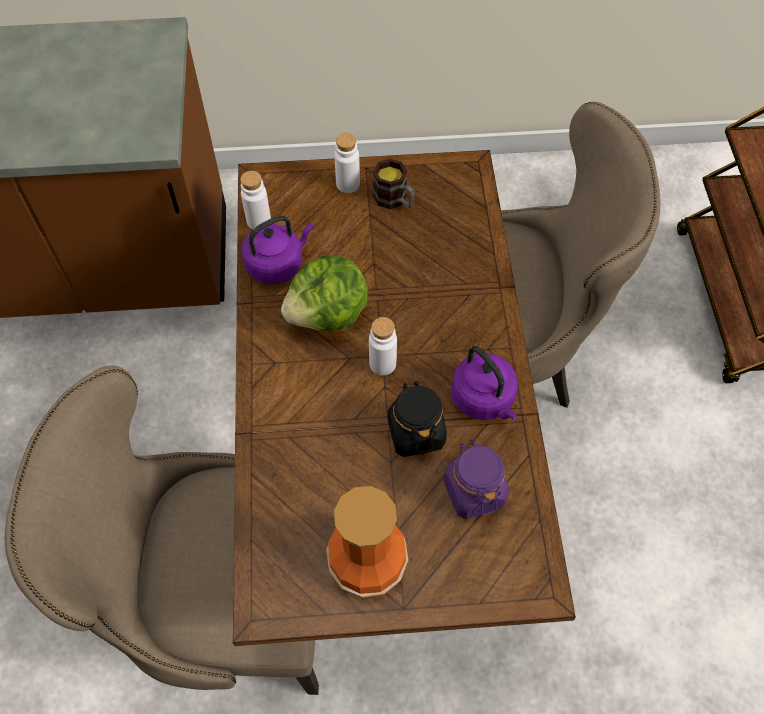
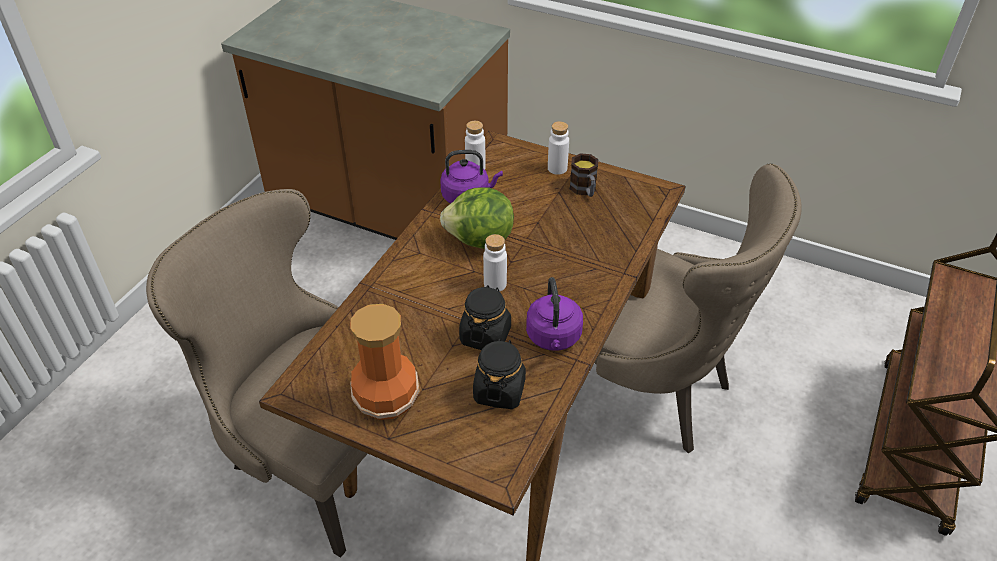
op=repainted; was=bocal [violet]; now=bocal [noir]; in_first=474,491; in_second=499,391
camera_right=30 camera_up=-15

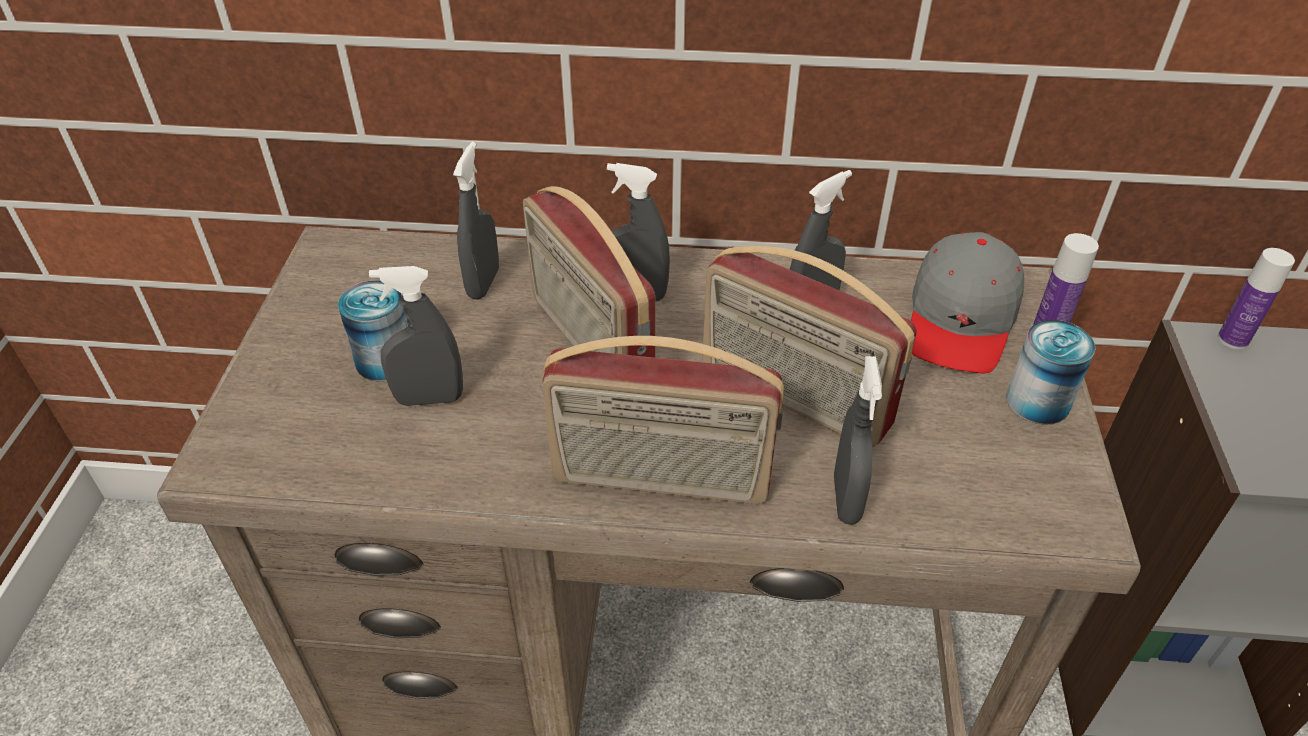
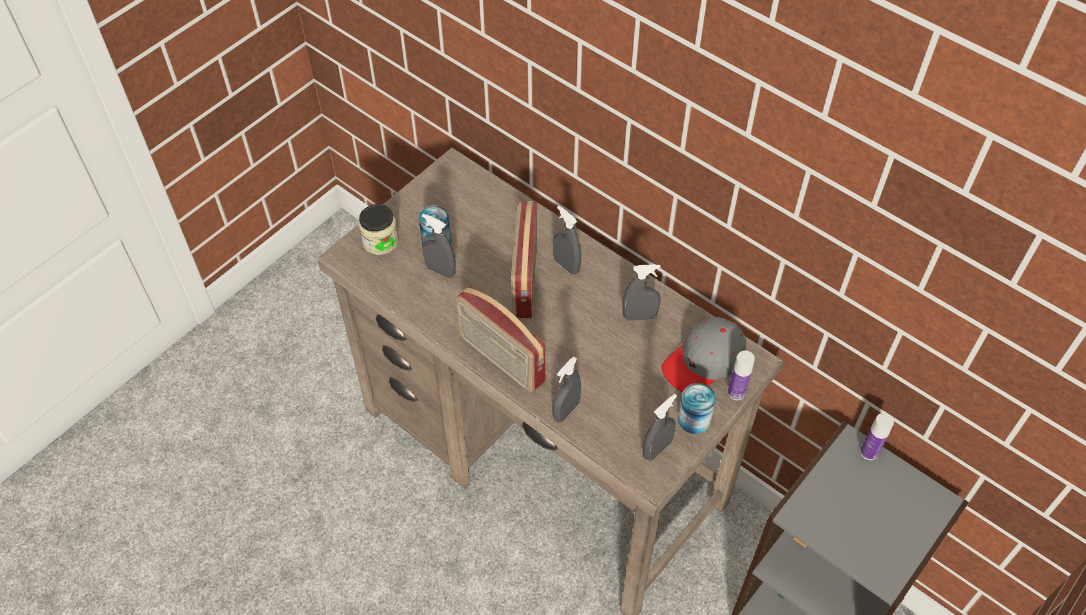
op=new; now=bocal; in_second=380,241
op=shifted; was=vaporisateur [gris]; in_first=483,283; in_second=657,449
op=gone; was=radio; in_first=792,398
camera_right=35 camera_up=10

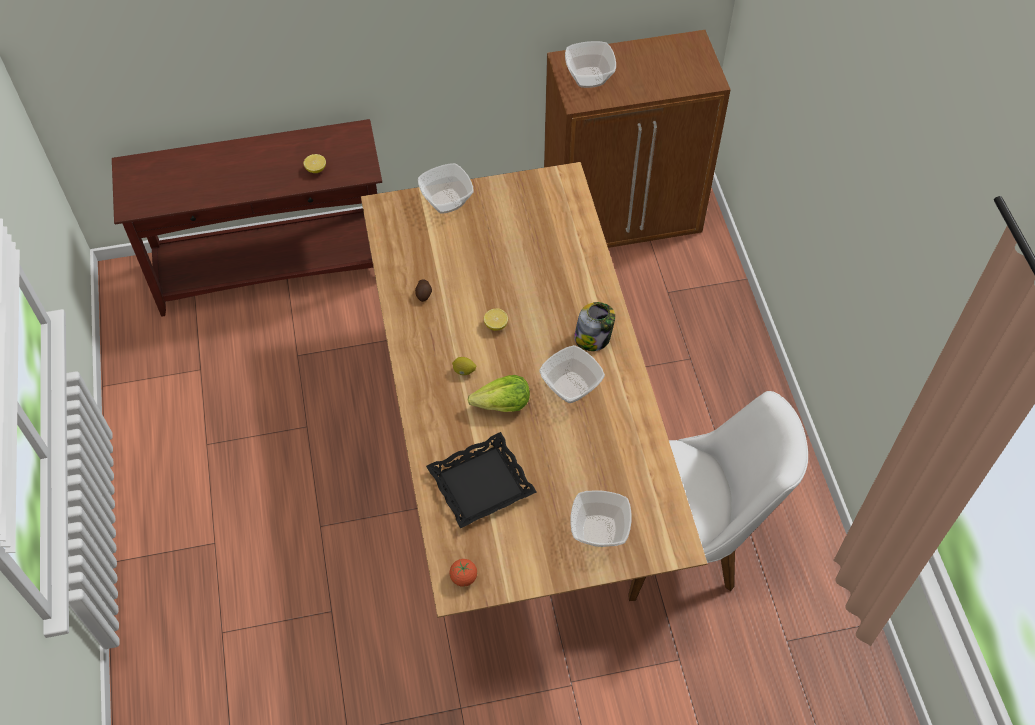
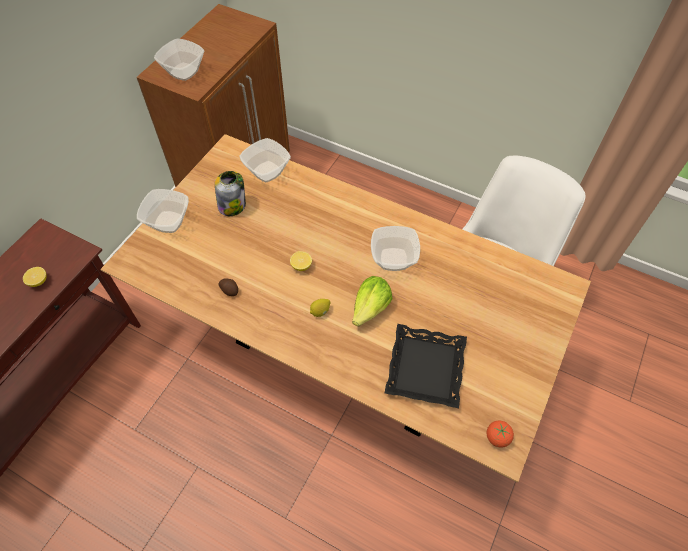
op=shifted; was=bocal; in_first=593,338; in_second=232,205
op=shifted; was=bol; in_first=598,530; in_second=266,171
camera_right=-50 camera_up=0

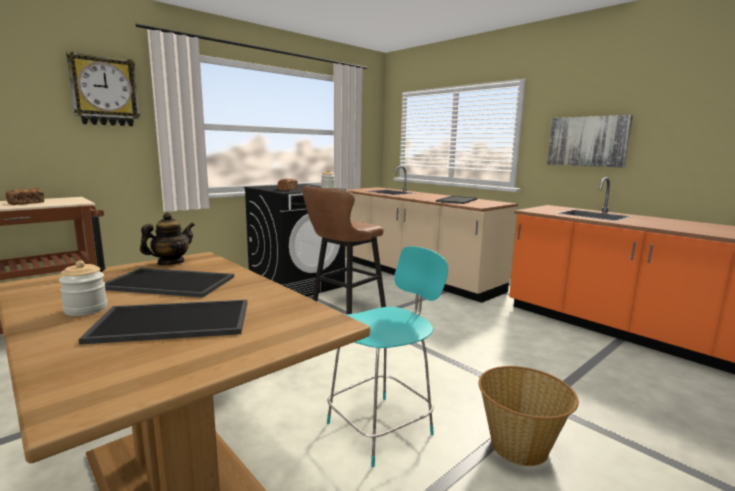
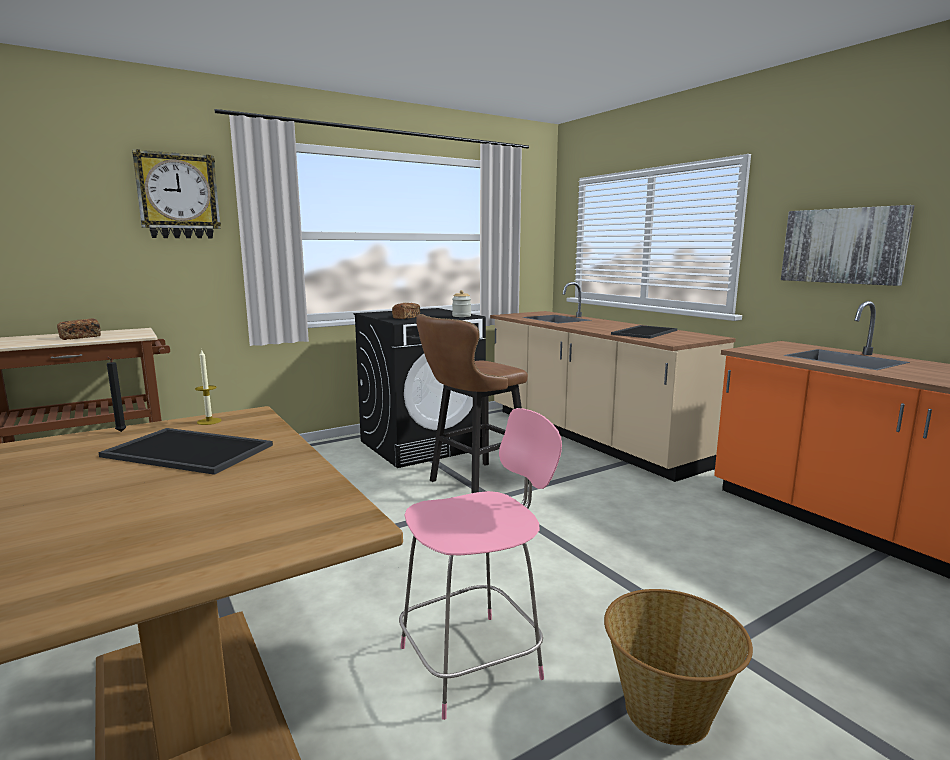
op=swapped; was=théière; now=bougie; in_first=170,263; in_second=209,421
op=repainted; was=chaise [turquoise]; now=chaise [rose]; in_first=382,427; in_second=475,661
op=gone; was=bocal; in_first=86,309
op=gone; was=plateau; in_first=171,322
camera_right=10 camera_up=0

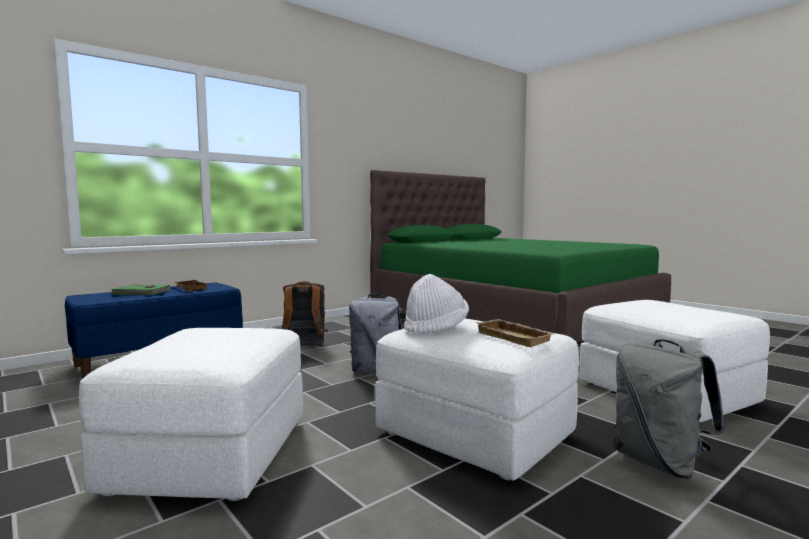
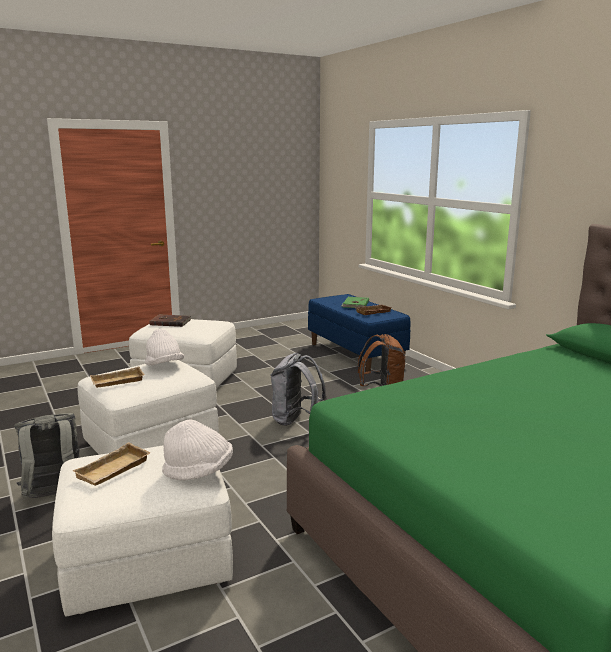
op=new; now=plateau [beige]; in_second=113,470
op=new; now=livre [marron]; in_second=170,322
op=new; now=chapeau [blanc]; in_second=199,471
camera_right=100 camera_up=10

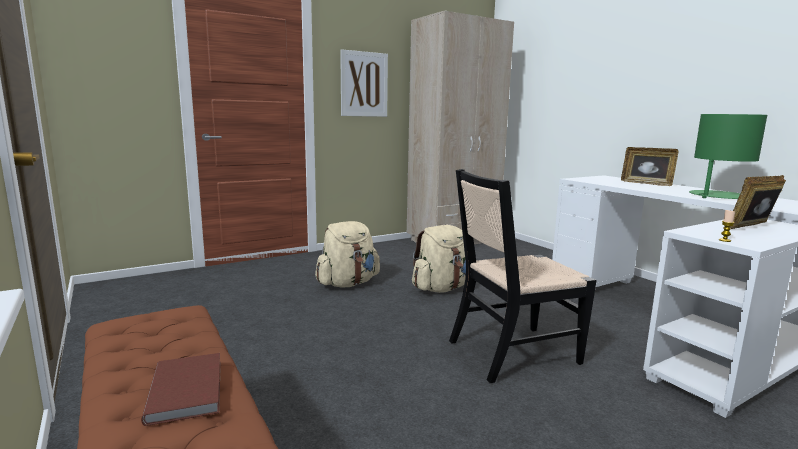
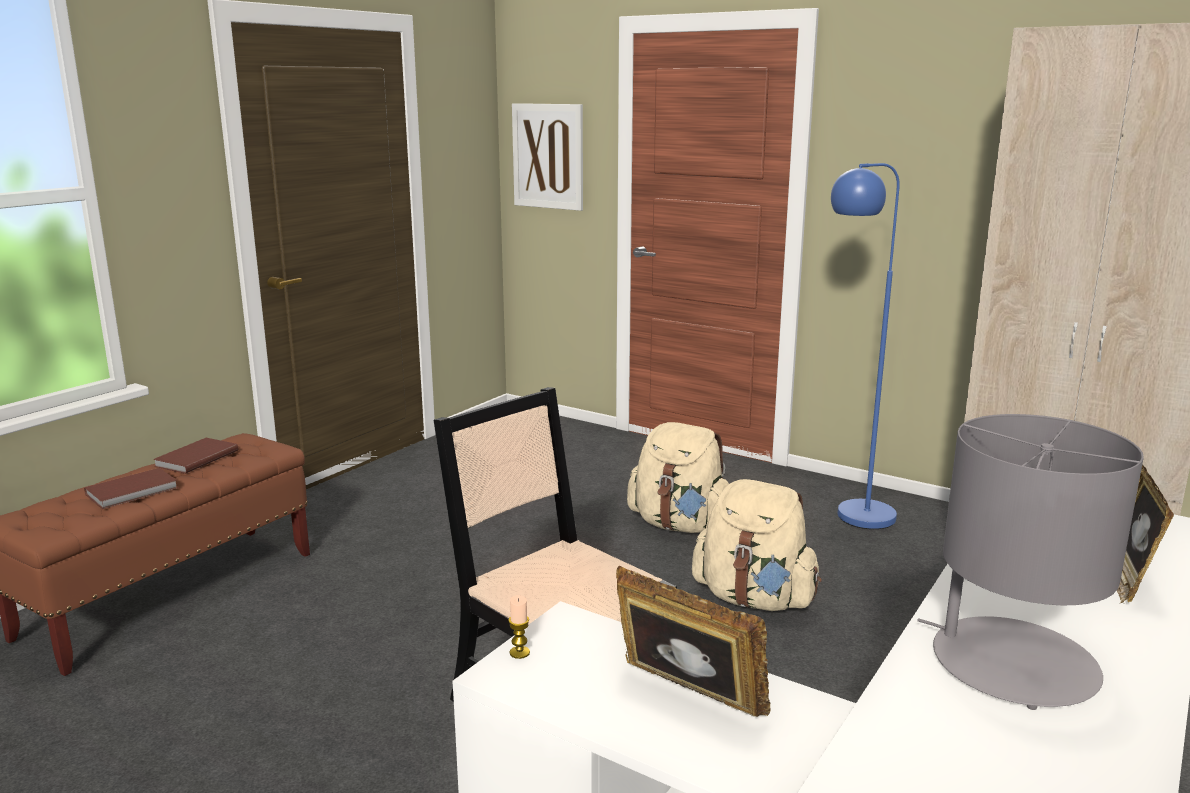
op=new; now=livre [marron]; in_second=195,458
op=shifted; was=tableau; in_first=364,84; in_second=548,156
op=new; now=lampadaire [bleu]; in_second=852,521
op=repainted; was=lampe de table [vert]; now=lampe de table [gris]; in_first=718,196; in_second=1011,663
camera_right=65 camera_up=5

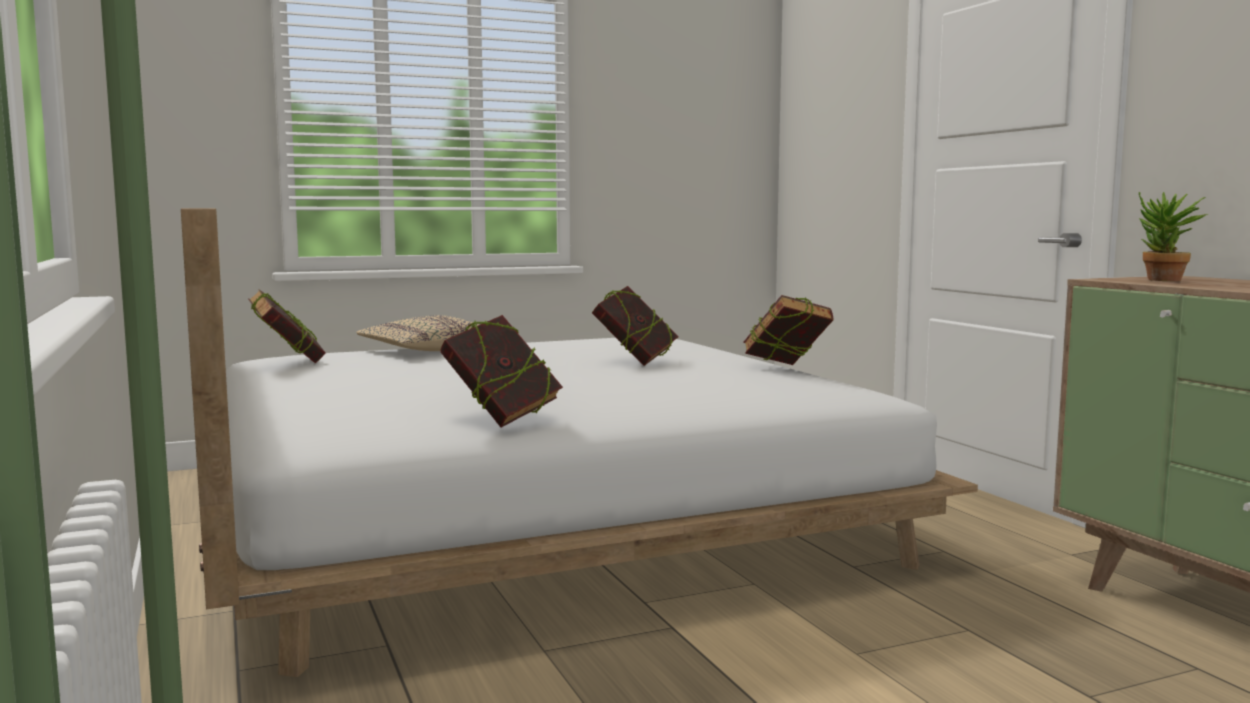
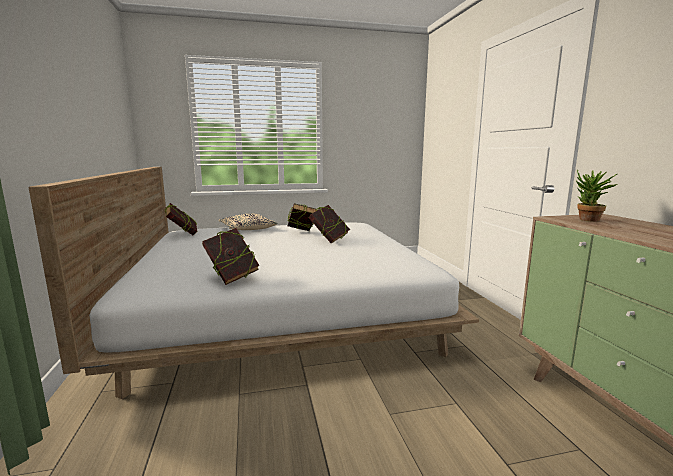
op=shifted; was=livre; in_first=786,369; in_second=302,233
camera_right=10 camera_up=5

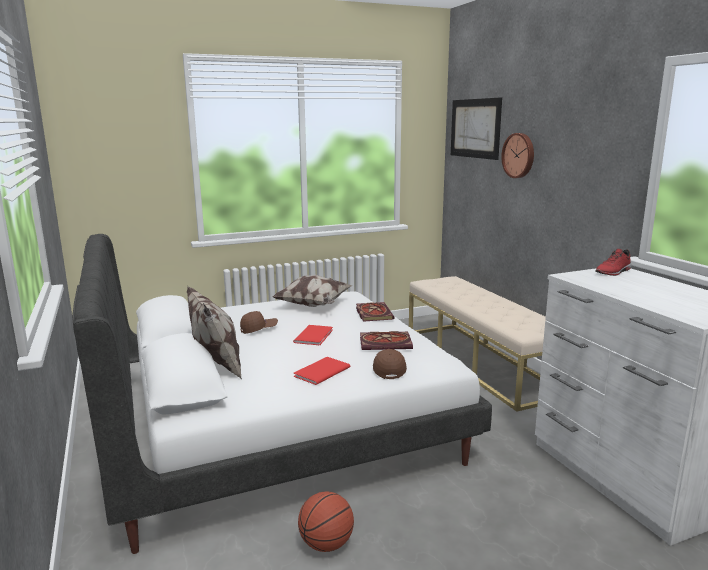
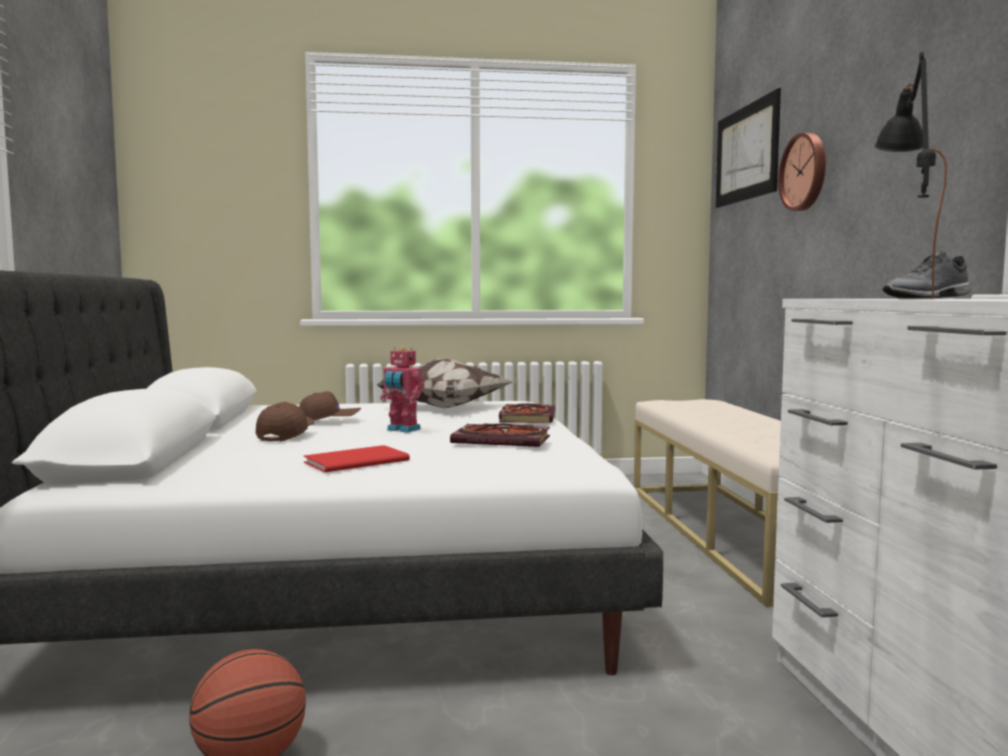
op=shifted; was=casquette [marron]; in_first=388,370; in_second=286,435
op=swapped; was=livre [rouge]; now=robot jouet; in_first=315,335; in_second=402,430
op=new; now=lampe de table [noir]; in_second=900,298
op=repainted; was=chaussure [rouge]; now=chaussure [gris]; in_first=614,272; in_second=928,298
op=gone; was=coussin; in_first=217,367
camera_right=15 camera_up=-10

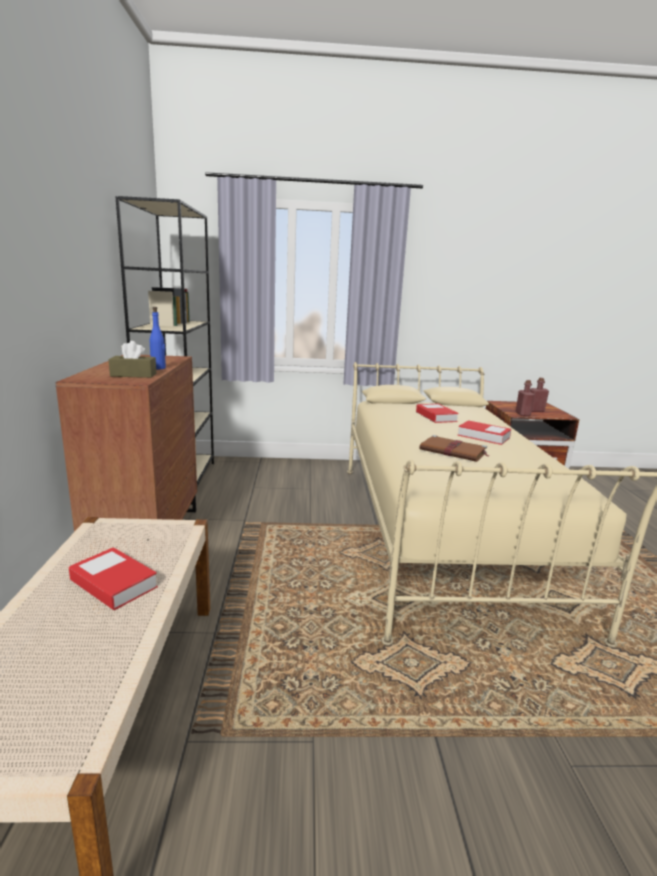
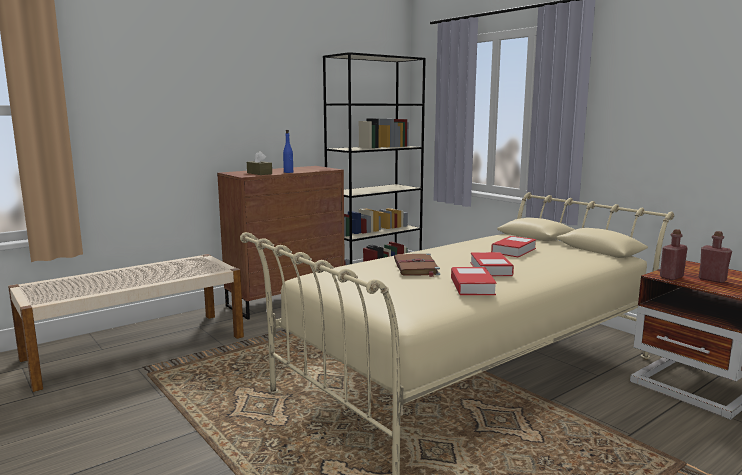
op=shifted; was=livre; in_first=113,584; in_second=472,286
camera_right=55 camera_up=-5

